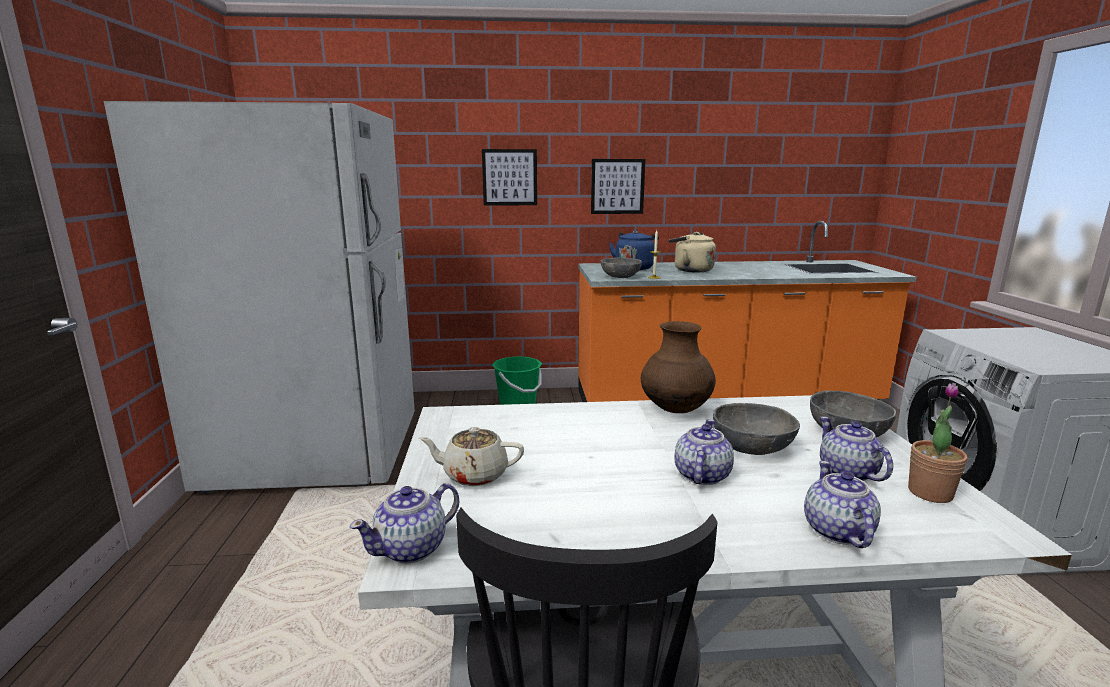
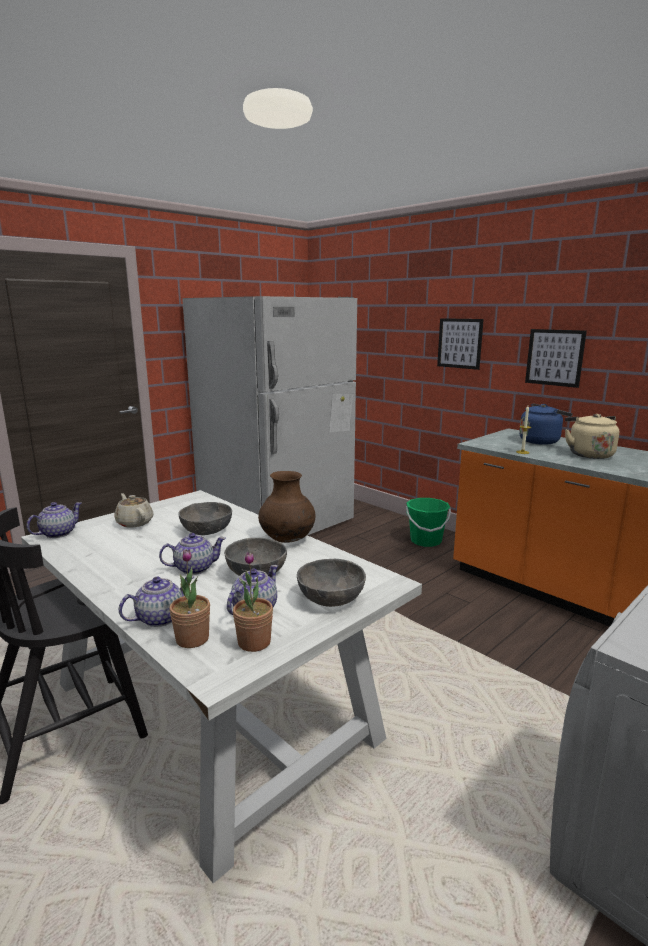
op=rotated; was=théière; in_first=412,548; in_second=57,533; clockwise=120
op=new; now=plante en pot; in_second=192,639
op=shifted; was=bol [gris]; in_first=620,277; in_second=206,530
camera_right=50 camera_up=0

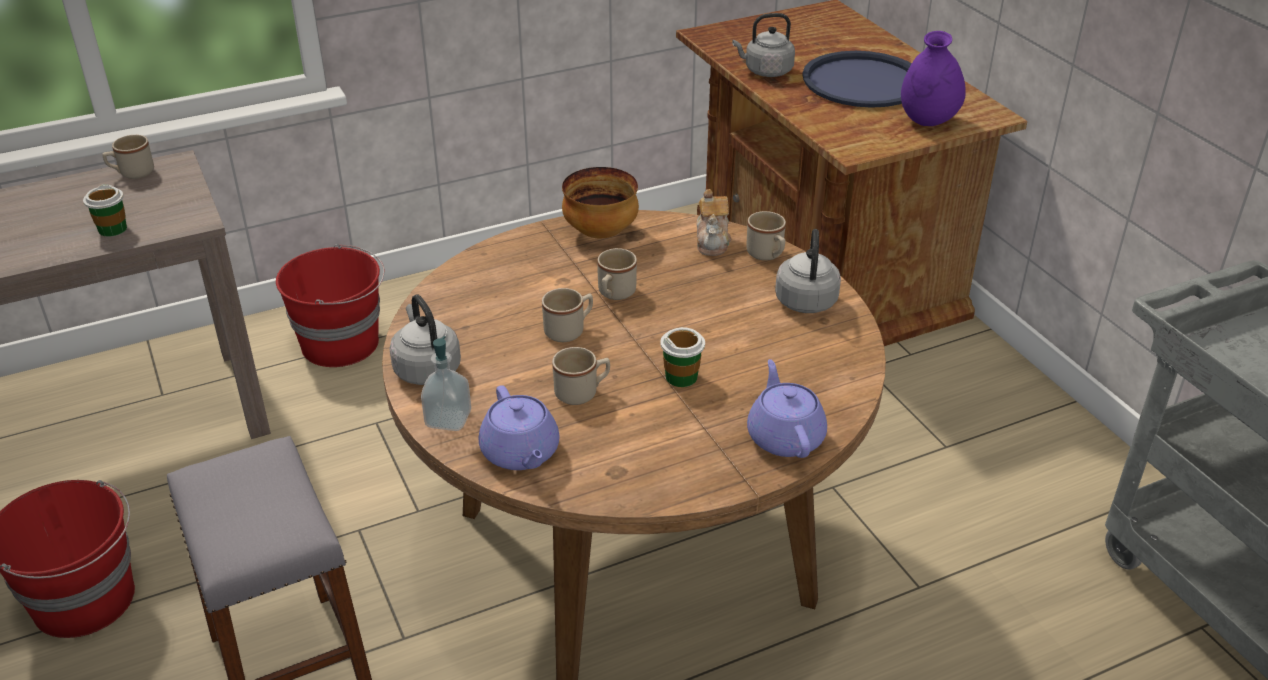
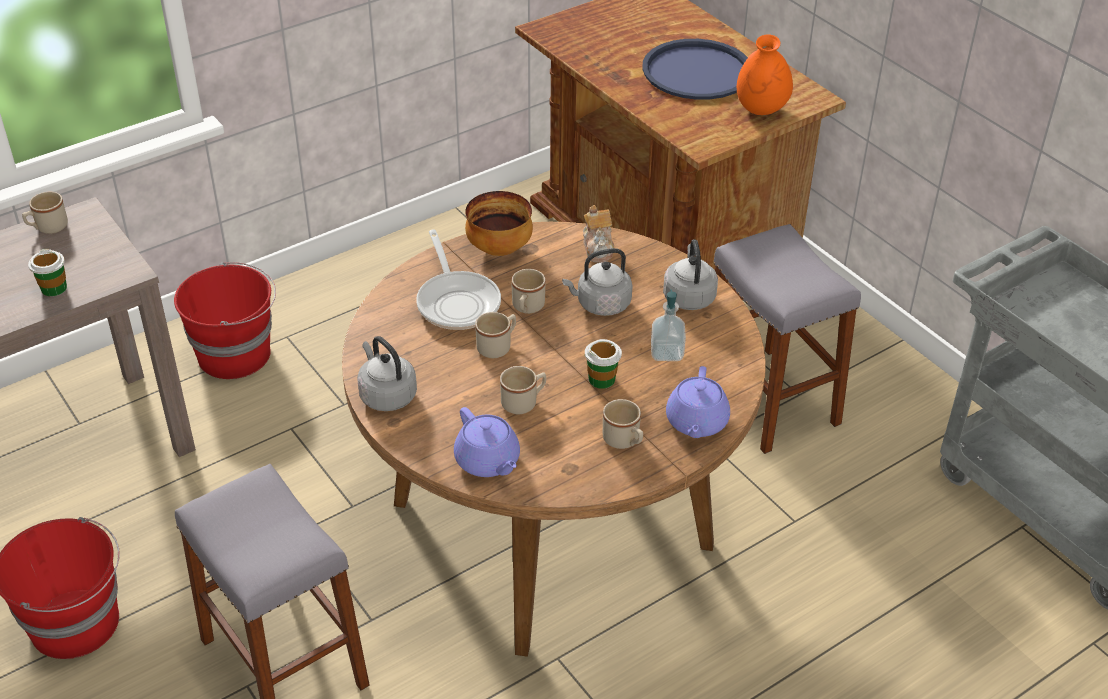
op=new; now=poêle; in_second=457,301
op=shifted; was=bouilloire [gris]; in_first=766,71; in_second=600,304
op=shifted; was=mug [beige]; in_first=767,255; in_second=624,441
op=shifted; was=distributeur de savon; in_first=448,419; in_second=667,353
op=rotated; was=théière [violet]; in_first=785,436; in_second=696,422; clockwise=-150
op=new; now=tabouret [gris]; in_second=768,399
op=repainted; was=vase [violet]; now=vase [orange]; in_first=927,122; in_second=761,110
camera_right=-10 camera_up=5

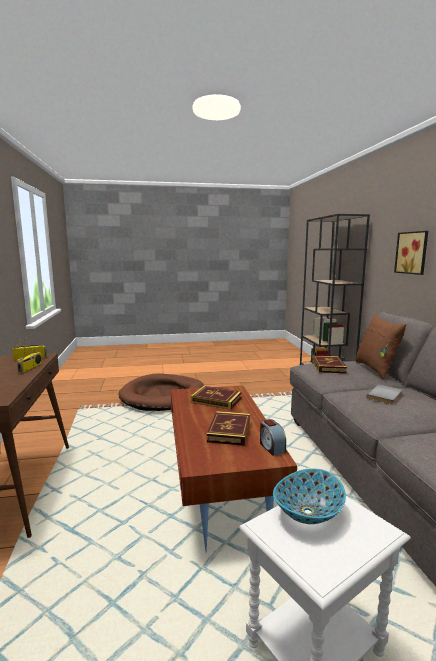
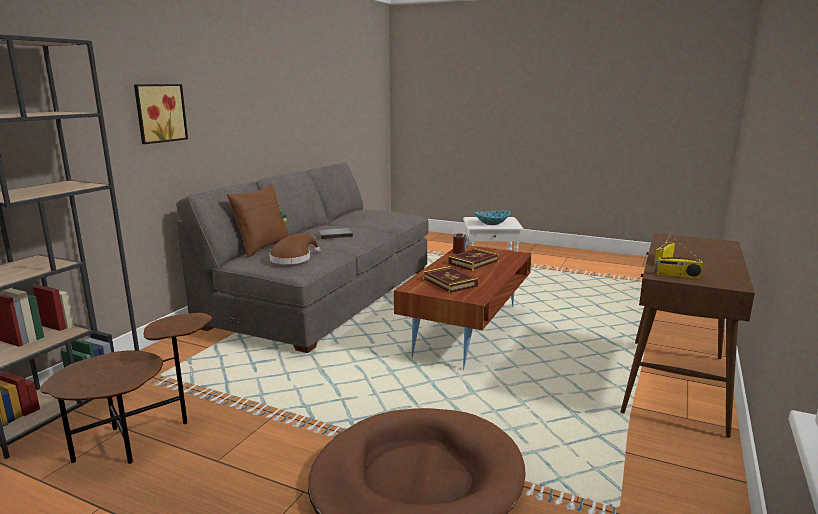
op=new; now=table d'appoint [marron]; in_second=138,438
op=swapped; was=livre; now=chapeau [marron]; in_first=328,367; in_second=293,259
camera_right=-145 camera_up=5

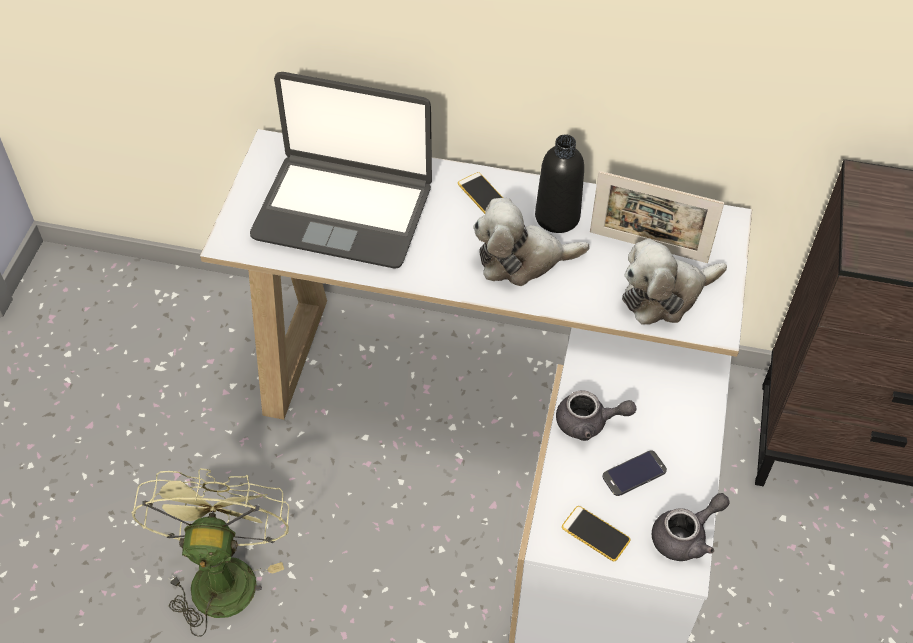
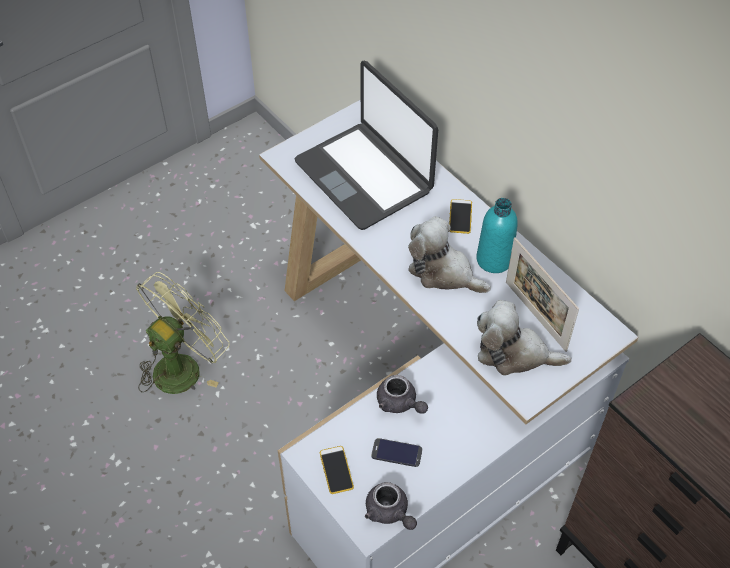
op=rotated; was=théière [gris]; in_first=686,536; in_second=389,512; clockwise=45
op=repainted; was=bouteille [noir]; now=bouteille [turquoise]; in_first=557,217; in_second=494,259
camera_right=40 camera_up=0

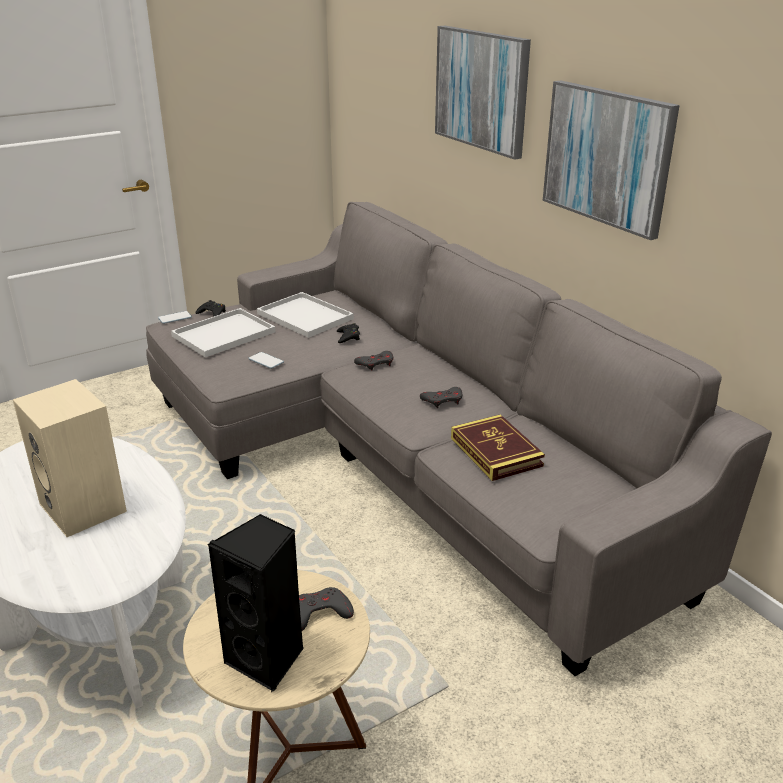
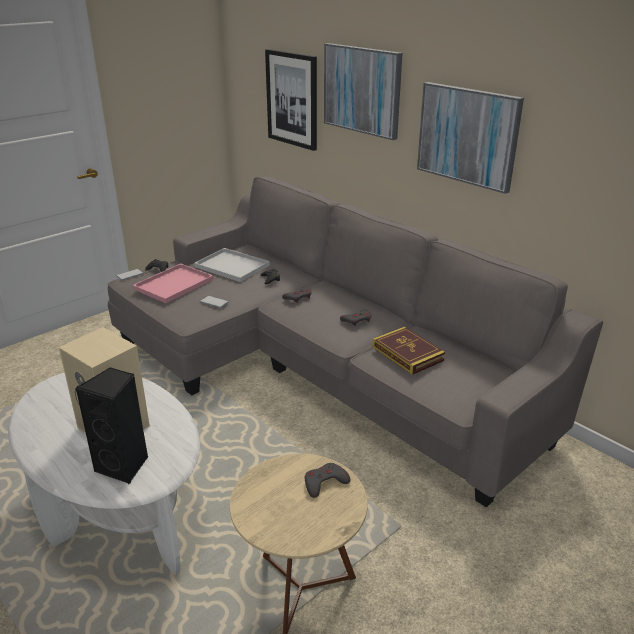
op=shifted; was=enceinte [noir]; in_first=268,659; in_second=124,466
op=repainted; was=plateau [blanc]; now=plateau [rose]; in_first=222,335; in_second=173,285
op=new; now=tableau; in_second=292,99
camera_right=-10 camera_up=0

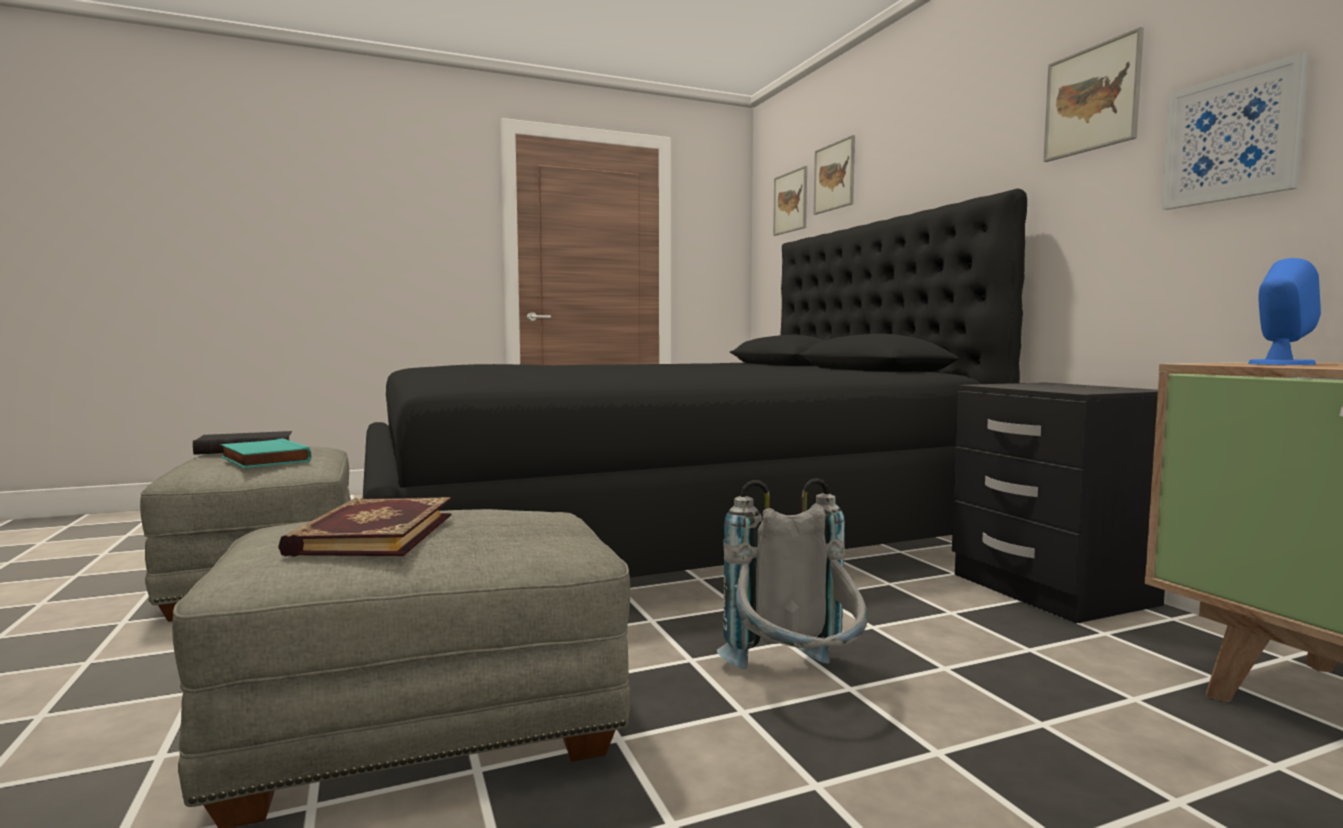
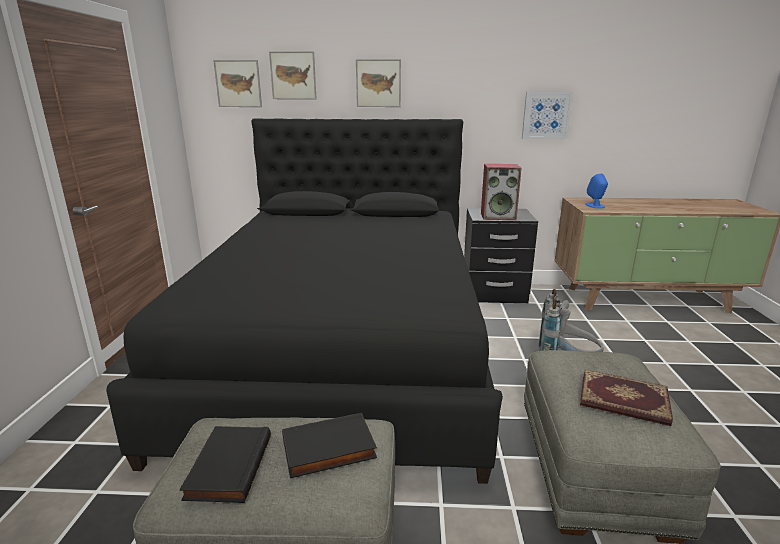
op=repainted; was=livre [turquoise]; now=livre [noir]; in_first=262,460; in_second=328,450
op=shifted; was=tableau; in_first=1091,99; in_second=378,83
op=new; now=enceinte; in_second=498,216
camera_right=-65 camera_up=15

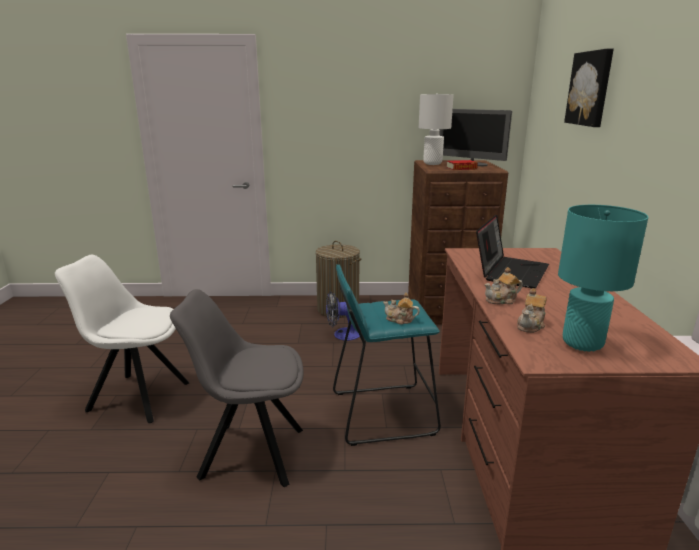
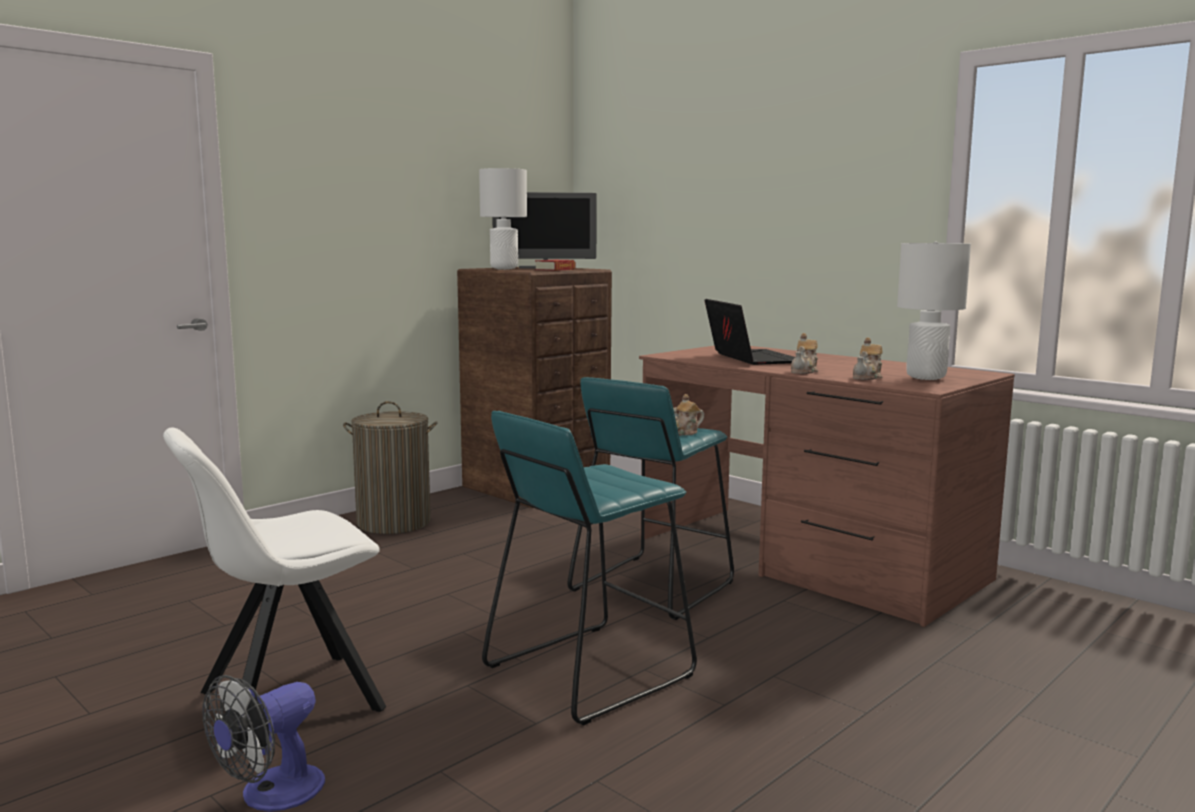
op=shifted; was=ventilateur; in_first=342,335; in_second=270,795
op=swapped; was=chaise [gris]; now=tabouret [turquoise]; in_first=251,453; in_second=588,671
op=rotated; was=théière; in_first=531,325; in_second=867,377; clockwise=45
op=repainted; was=lampe de table [turquoise]; now=lampe de table [blanc]; in_first=582,345; in_second=925,378
op=gone; was=tableau; in_first=590,88
camera_right=-45 camera_up=-10

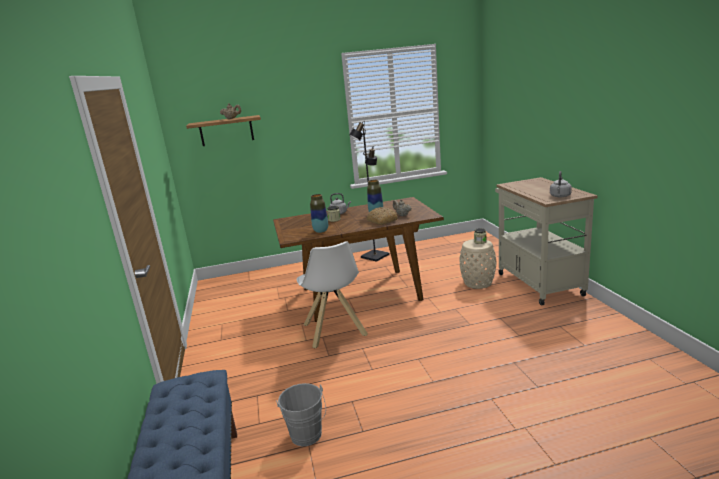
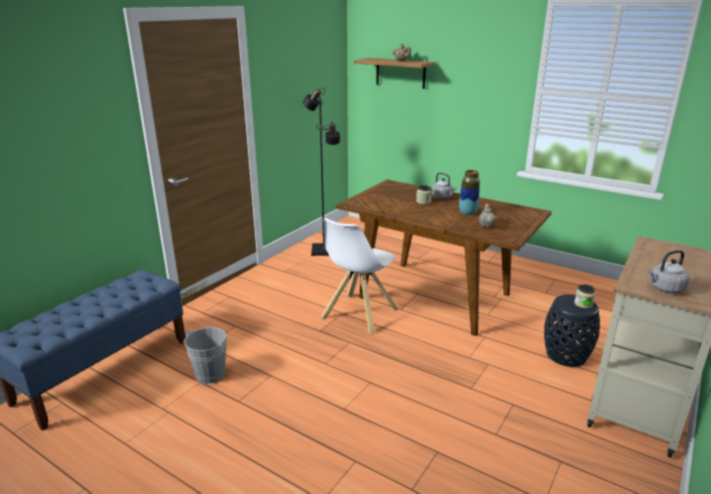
op=shifted; was=lampadaire [noir]; in_first=375,256; in_second=324,250
op=repainted; was=tabouret [beige]; now=tabouret [noir]; in_first=478,283; in_second=566,355
op=gone; was=vase; in_first=321,231
op=gone; was=pain; in_first=381,221
camera_right=45 camera_up=5

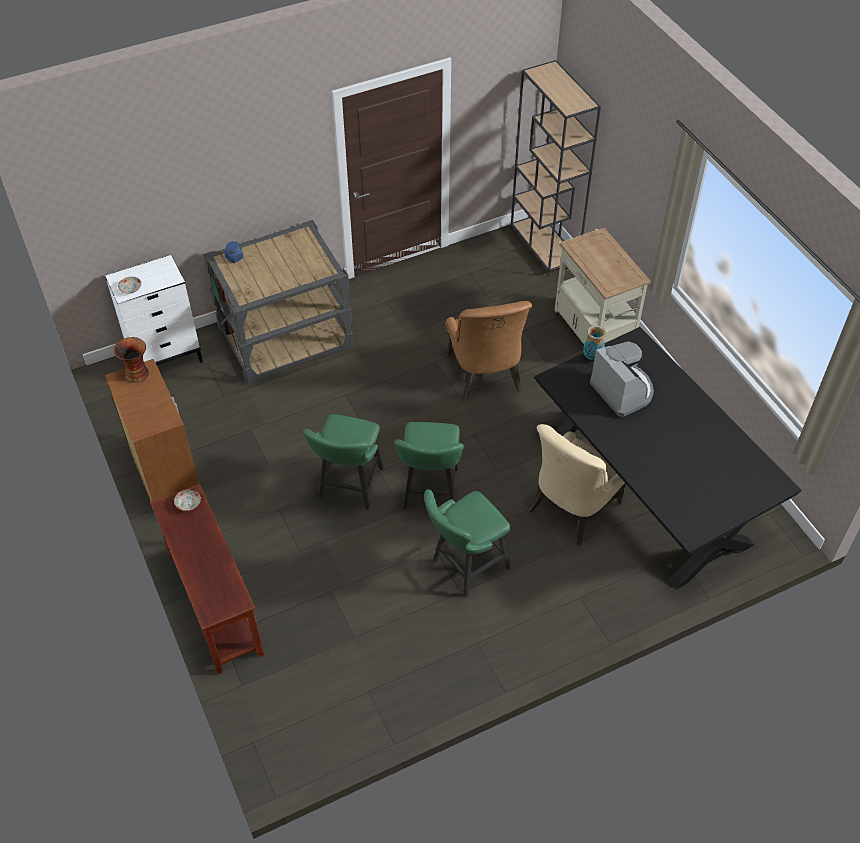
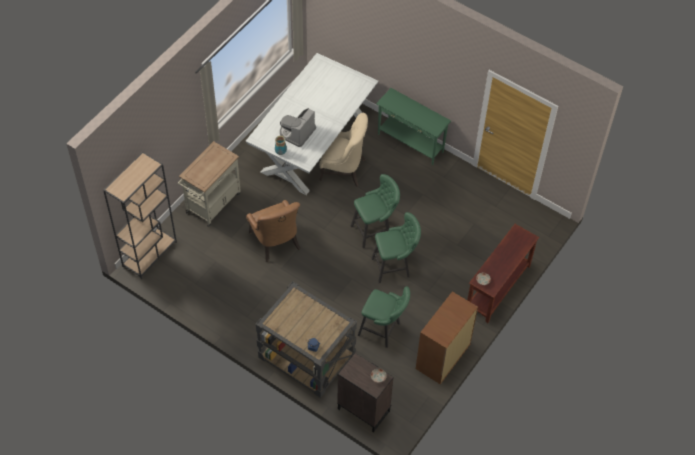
op=repainted; was=table à manger [noir]; now=table à manger [blanc]; in_first=646,489; in_second=313,144
op=rotated; was=chaise [marron]; in_first=485,373; in_second=275,241; clockwise=105
op=repainted; was=commode [blanc]; now=commode [marron]; in_first=166,358; in_second=363,410
op=shifted; was=tabouret [vert]; in_first=464,569; in_second=384,331
op=new; now=table console [vert]; in_second=411,143
op=gone; was=vase; in_first=137,373
camera_right=-120 camera_up=5

